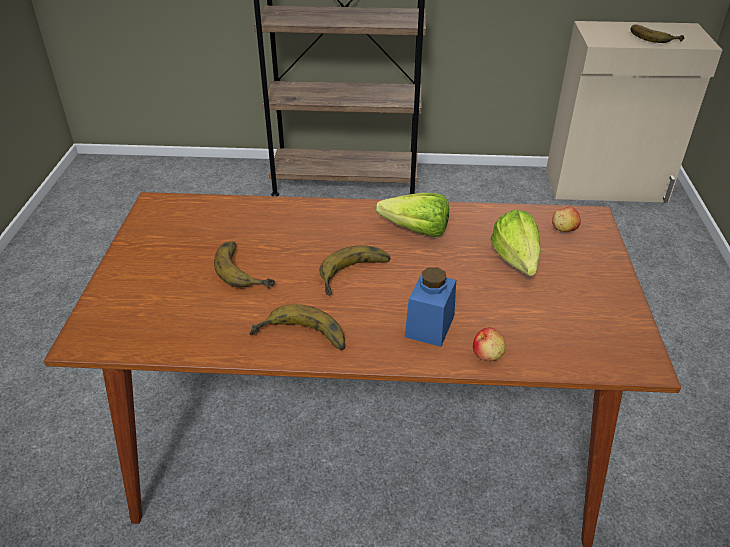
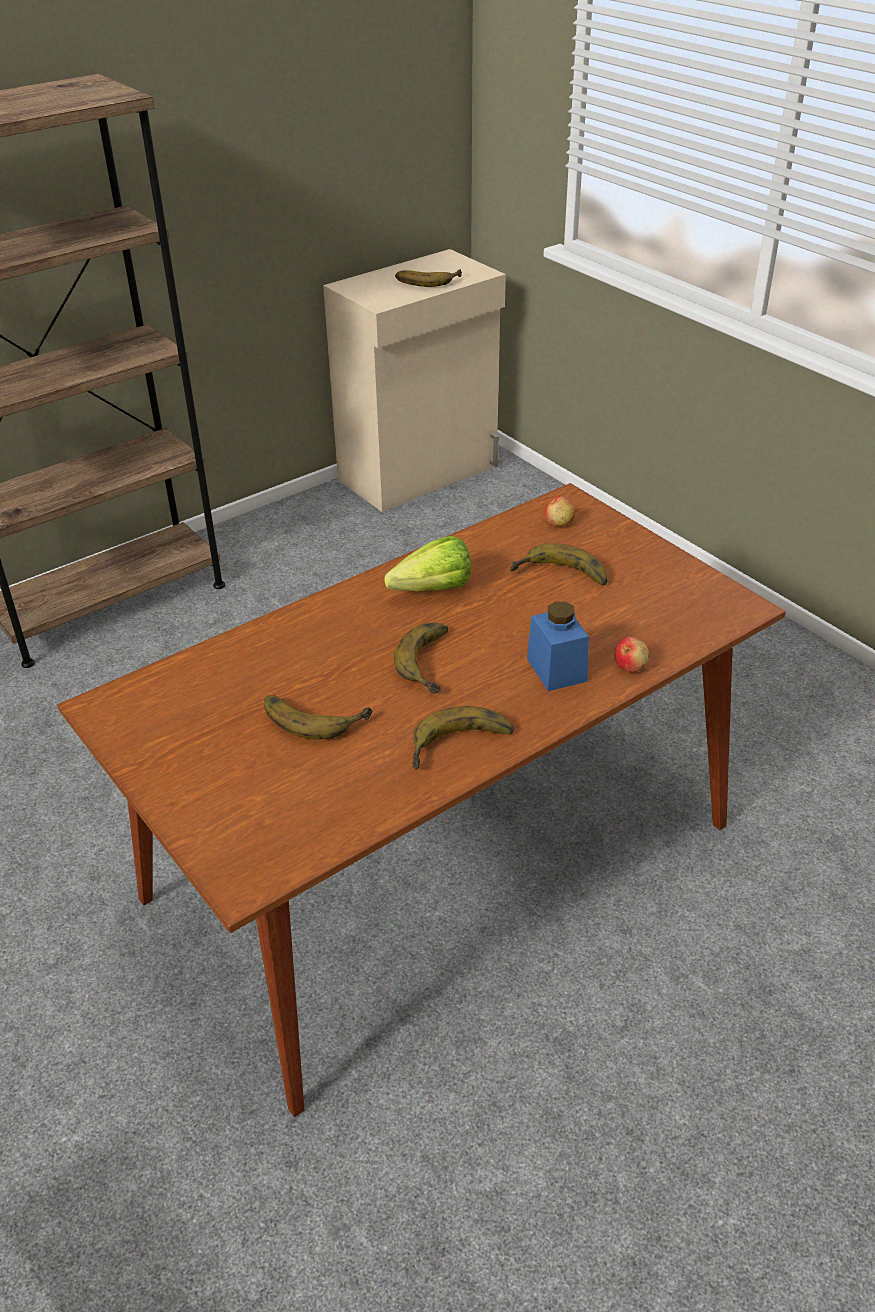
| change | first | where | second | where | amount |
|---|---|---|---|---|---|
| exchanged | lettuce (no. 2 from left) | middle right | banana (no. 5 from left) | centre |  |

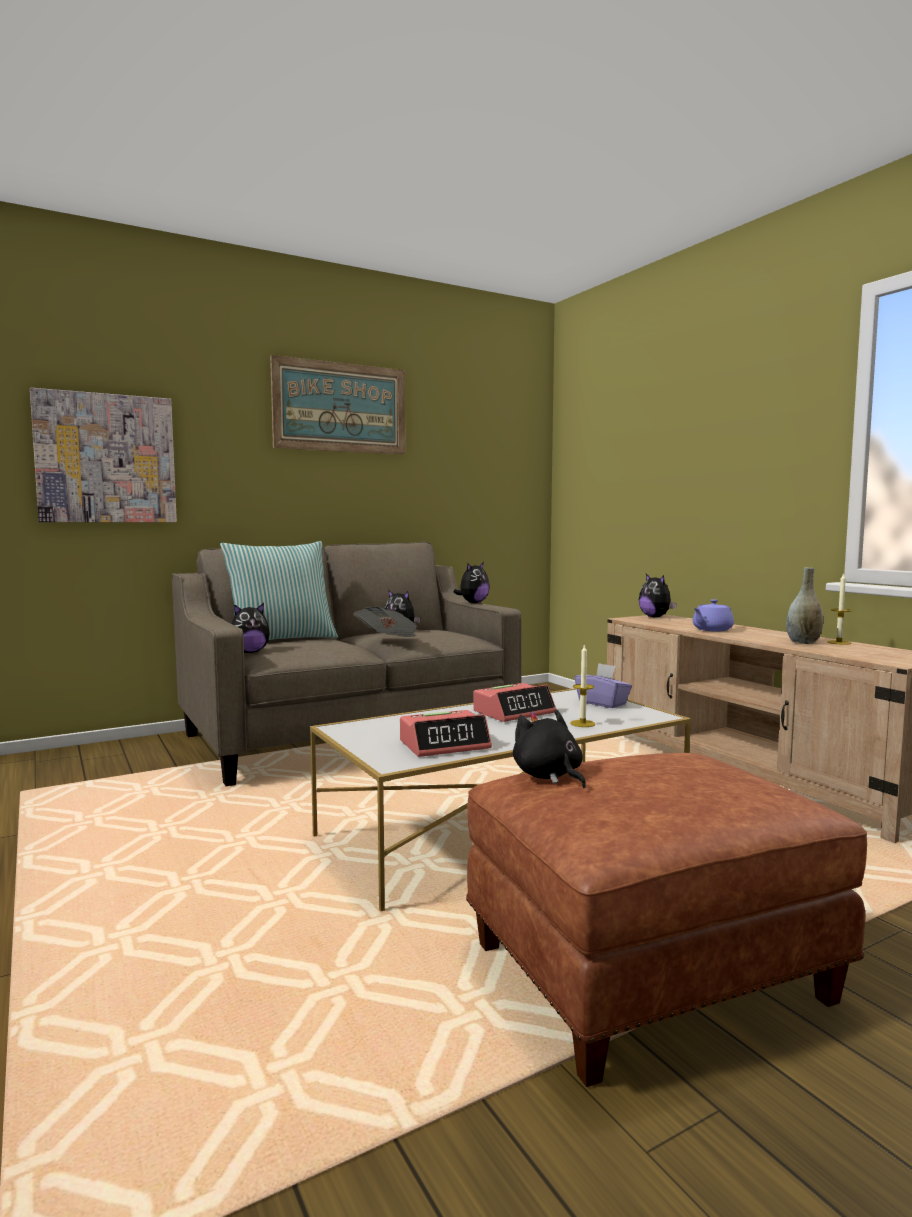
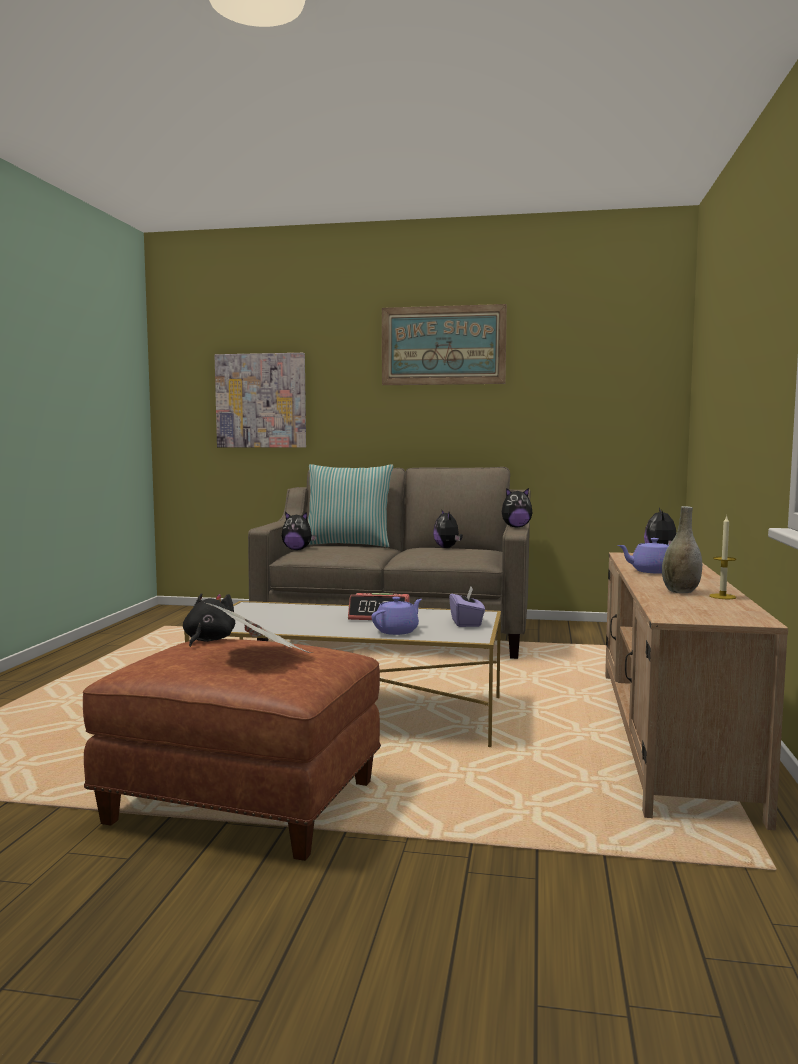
| change | first | where | second | where | amount |
|---|---|---|---|---|---|
| relocated | printed paper | centre |  | middle left |  |
| exchanged | wax light (no. 1 from left) | centre | teapot (purple) (no. 1 from left) | centre |  |
| missing | bedside clock (no. 1 from left) | centre |  |  |  |

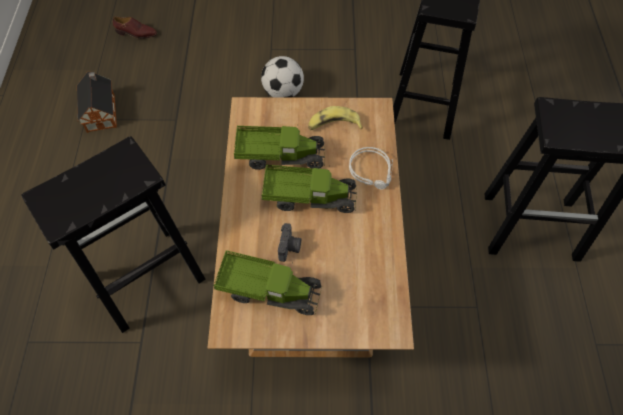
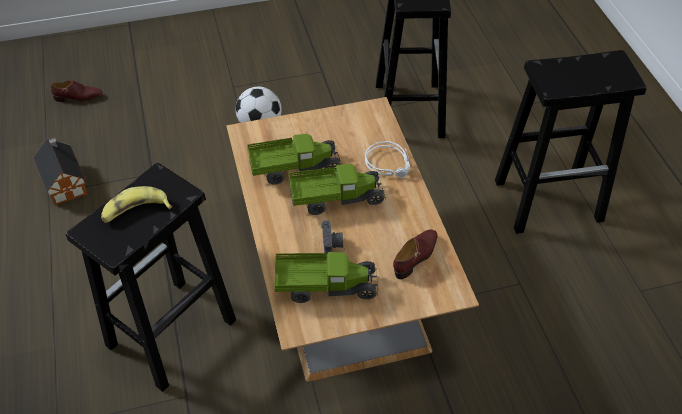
| change | first | where | second | where | amount |
|---|---|---|---|---|---|
| relocated | banana | top centre |  | middle left |  |
| appeared |  |  | low shoe (brown-coloured) (no. 2 from left) | centre |  |

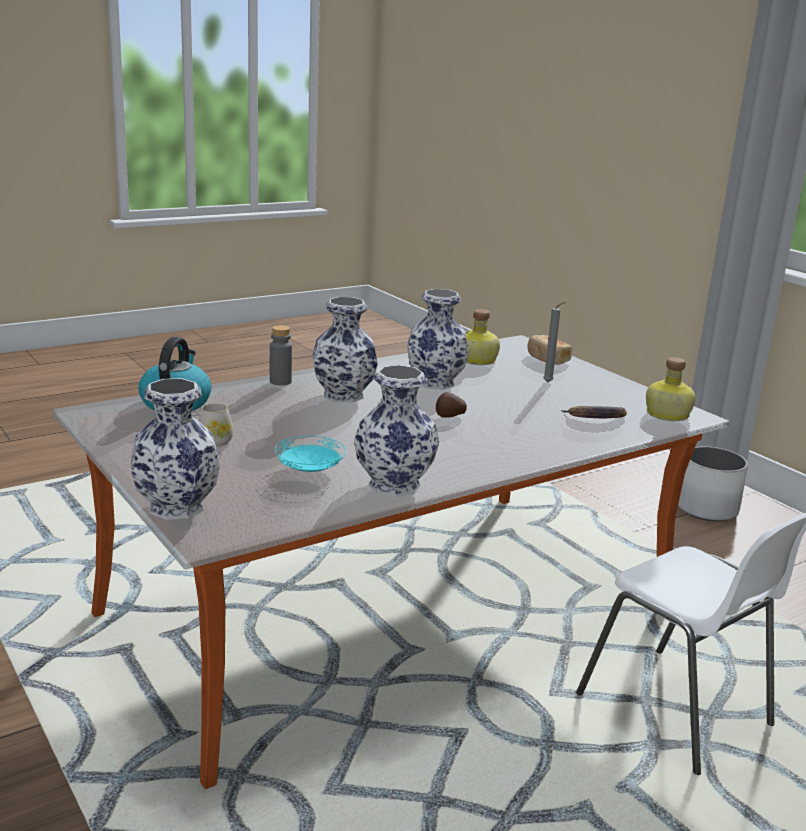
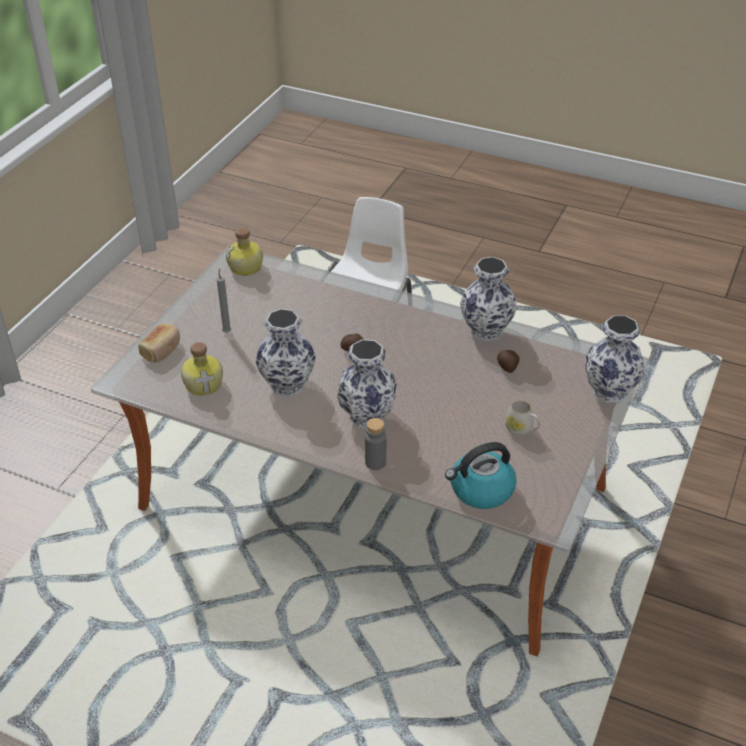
| change | first | where | second | where | amount |
|---|---|---|---|---|---|
| missing | banana | middle right |  |  |  |
| exchanged | flat dish (turquoise) | centre | spud (no. 2 from left) | middle right |  |
| missing | plant pot (whitish) | middle right |  |  |  |

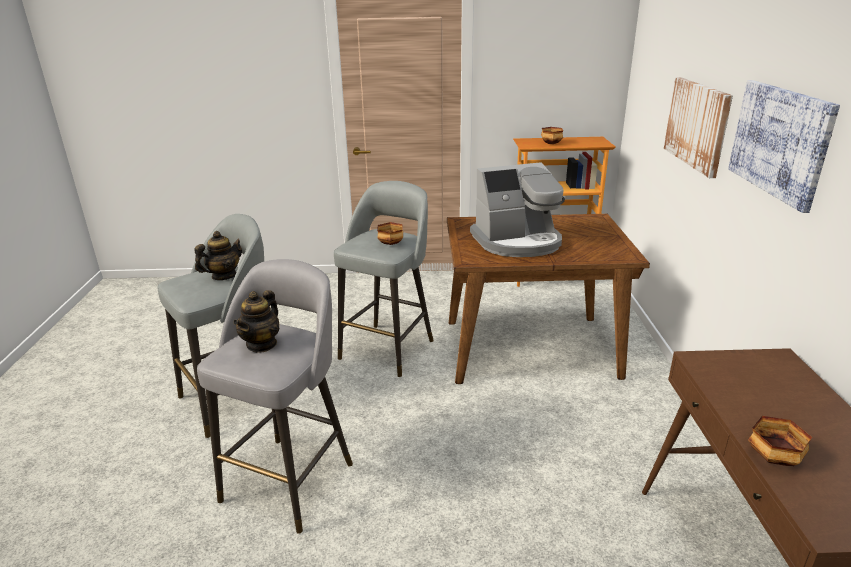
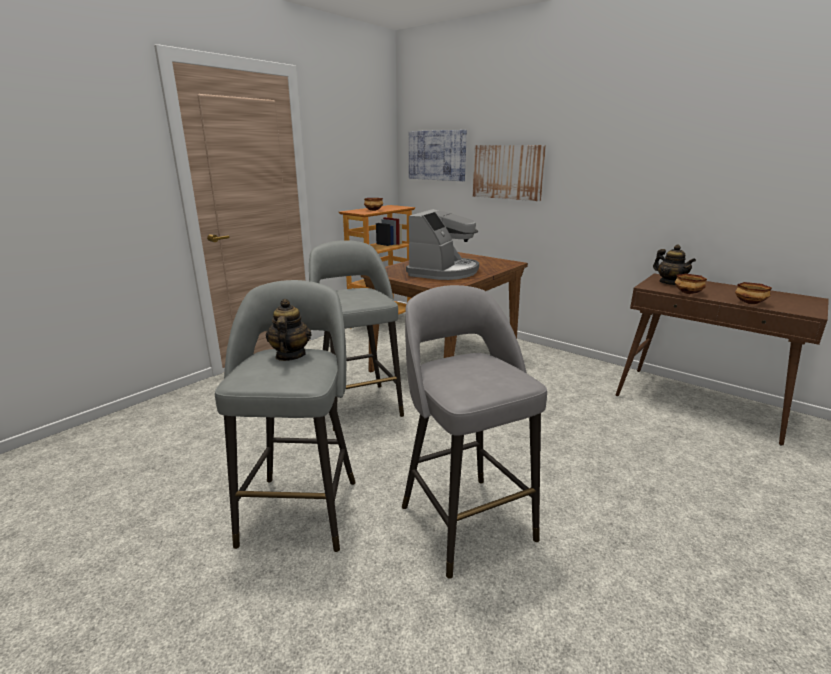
| change | first | where | second | where | amount |
|---|---|---|---|---|---|
| relocated | wall picture (no. 2 from left in the first image) | top right | wall picture (no. 1 from left) | top centre |  |
| relocated | serving bowl (no. 1 from left in the first image) | centre | serving bowl (no. 2 from left) | middle right |  |
| relocated | teapot (no. 2 from left) | middle left |  | middle right |  |

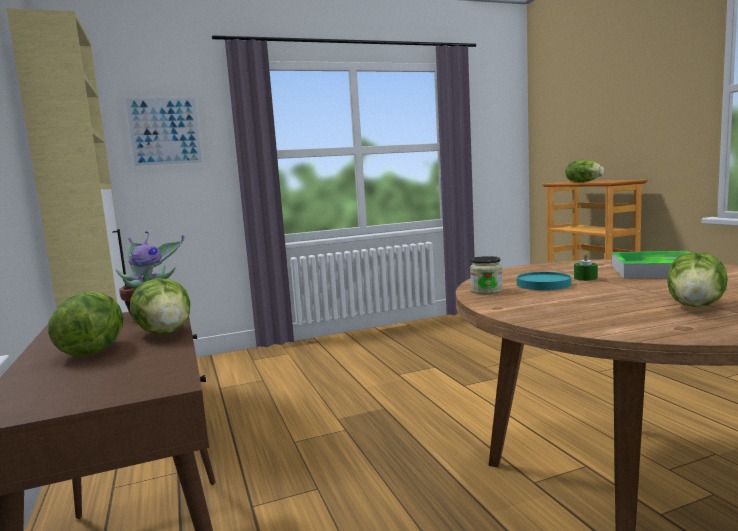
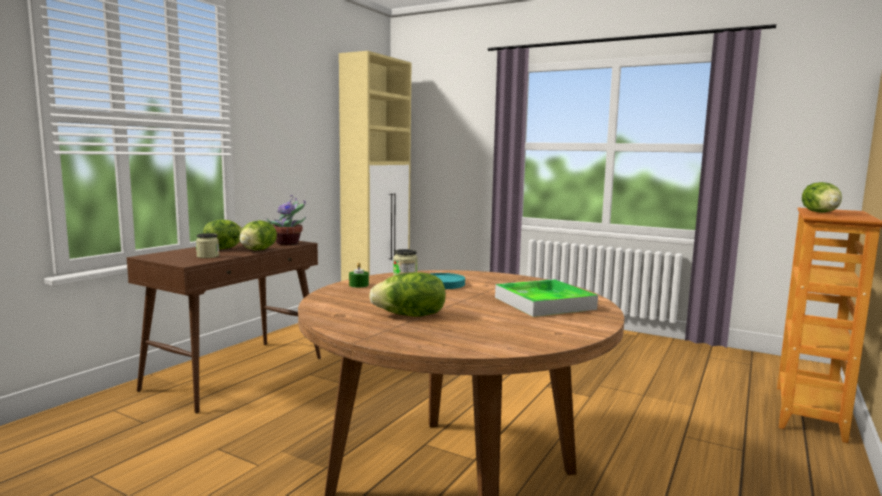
| change | first | where | second | where | amount |
|---|---|---|---|---|---|
| missing | wall picture | top left |  |  |  |
| relocated | wax light (greenish) | middle right |  | centre |  |
| appeared |  |  | storage jar (no. 1 from left) | middle left |  |

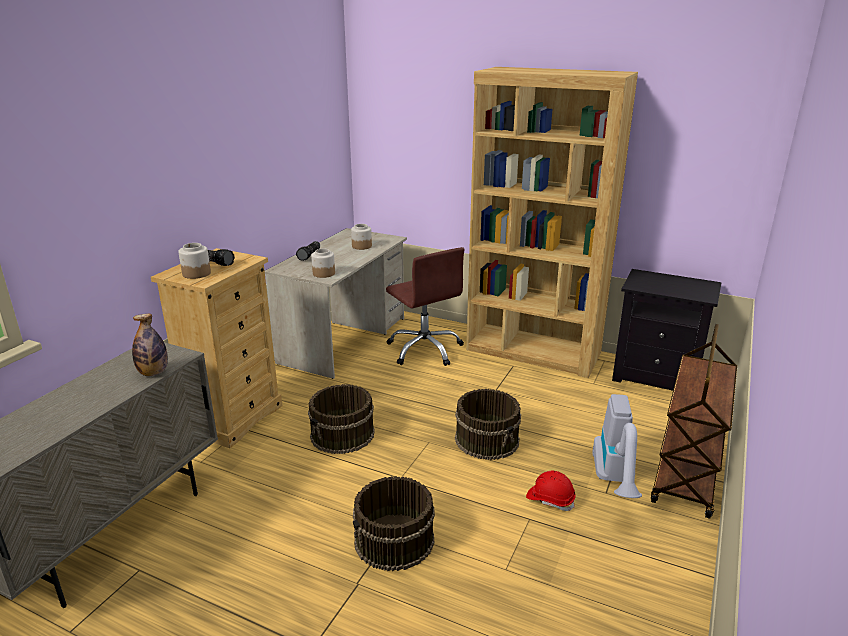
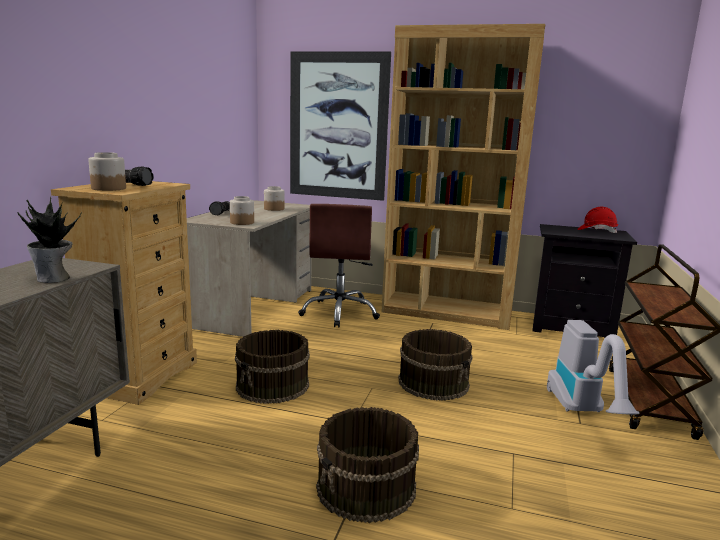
| change | first | where | second | where | amount |
|---|---|---|---|---|---|
| spun | computer chair (brown-coloured) | centre |  | centre | 45 degrees clockwise |
| exchanged | beverage bottle | middle left | houseplant | middle left |  |
| relocated | work helmet (red-coloured) | bottom centre |  | middle right |  |
| appeared |  |  | wall picture | top centre |  |

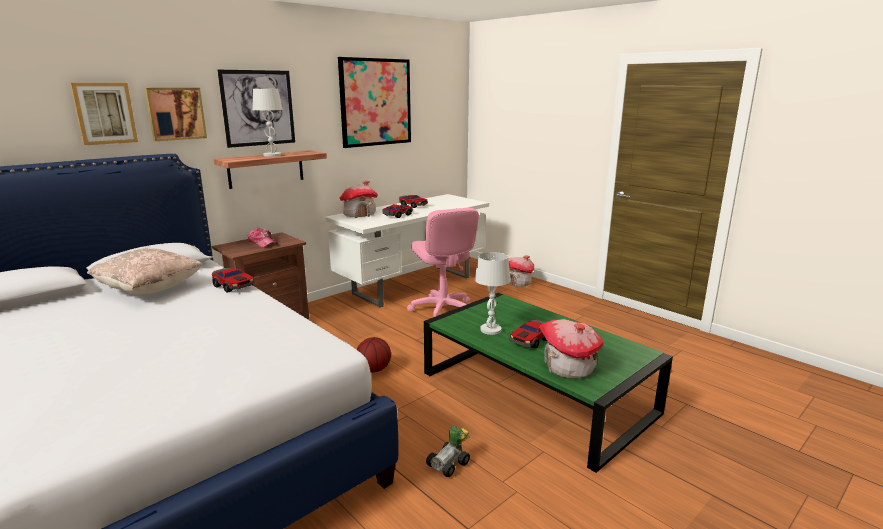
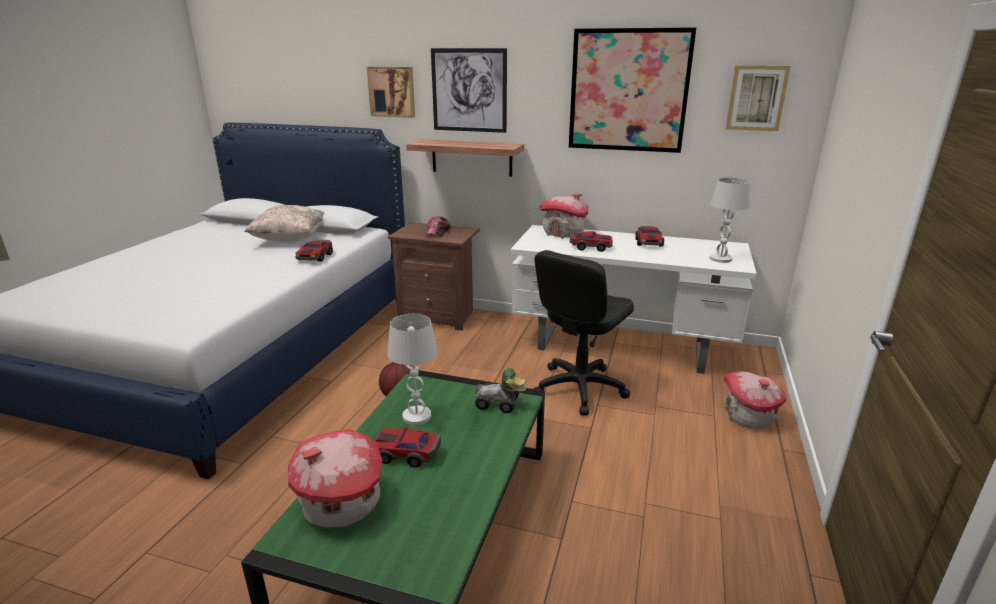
| change | first | where | second | where | amount |
|---|---|---|---|---|---|
| relocated | wall picture (no. 1 from left in the first image) | top left | wall picture (no. 4 from left) | top right |  |
| relocated | tabletop lamp (whitish) (no. 1 from left in the first image) | top left | tabletop lamp (whitish) (no. 2 from left) | middle right |  |
| colour | computer chair (pinkish) | centre | computer chair (black-coloured) | centre |  |
| relocated | miniature car (no. 4 from left in the first image) | bottom centre | miniature car (no. 3 from left) | centre |  |

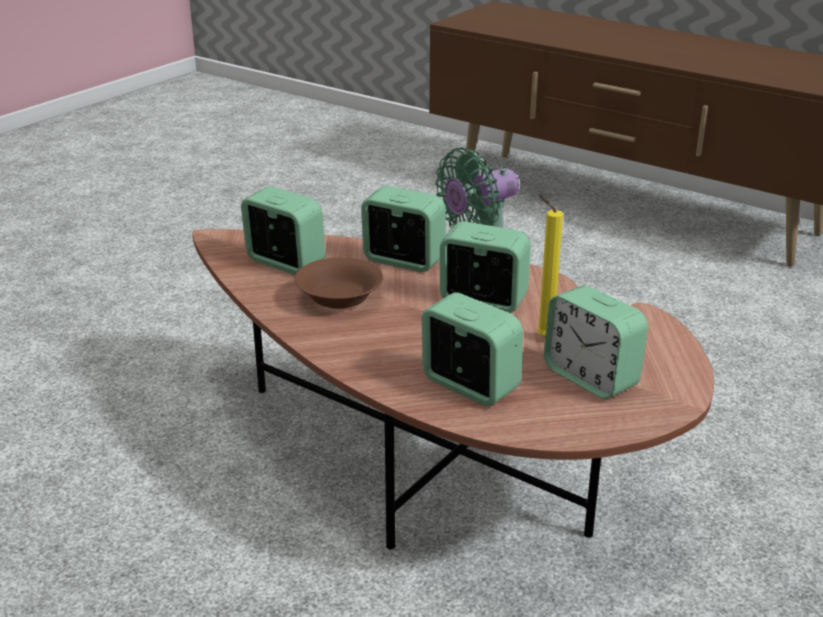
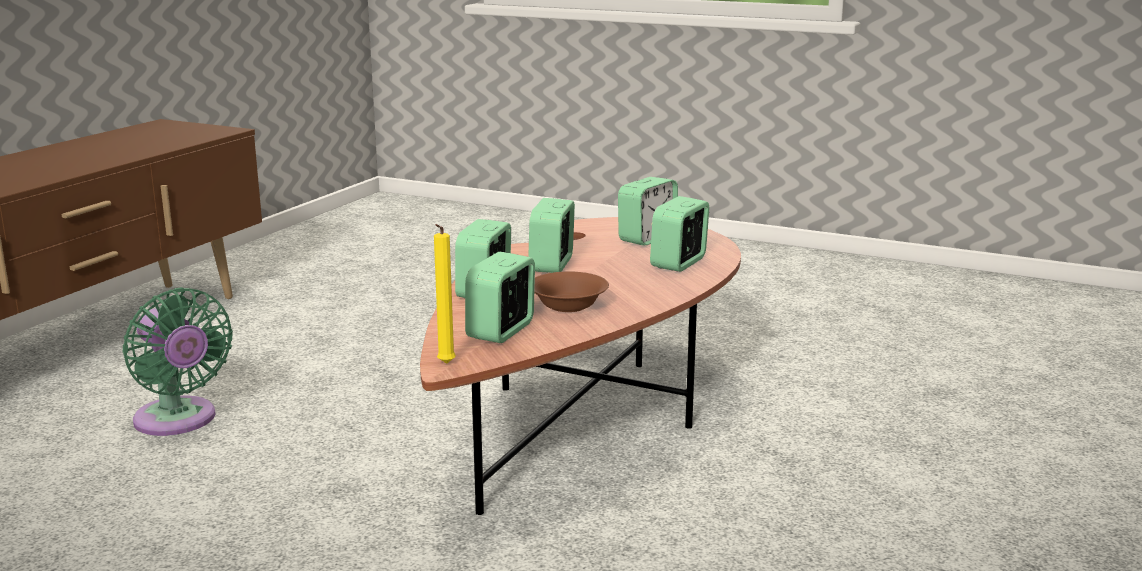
| change | first | where | second | where | amount |
|---|---|---|---|---|---|
| relocated | wax light (yellowish) | middle right |  | centre |  |

